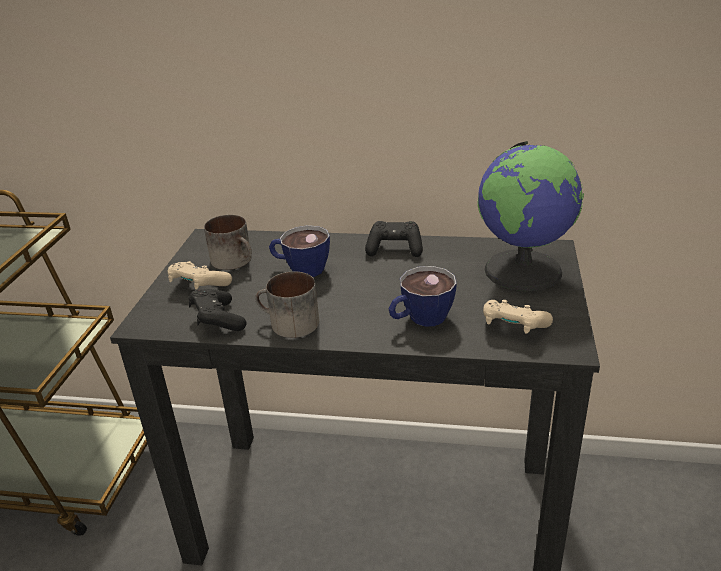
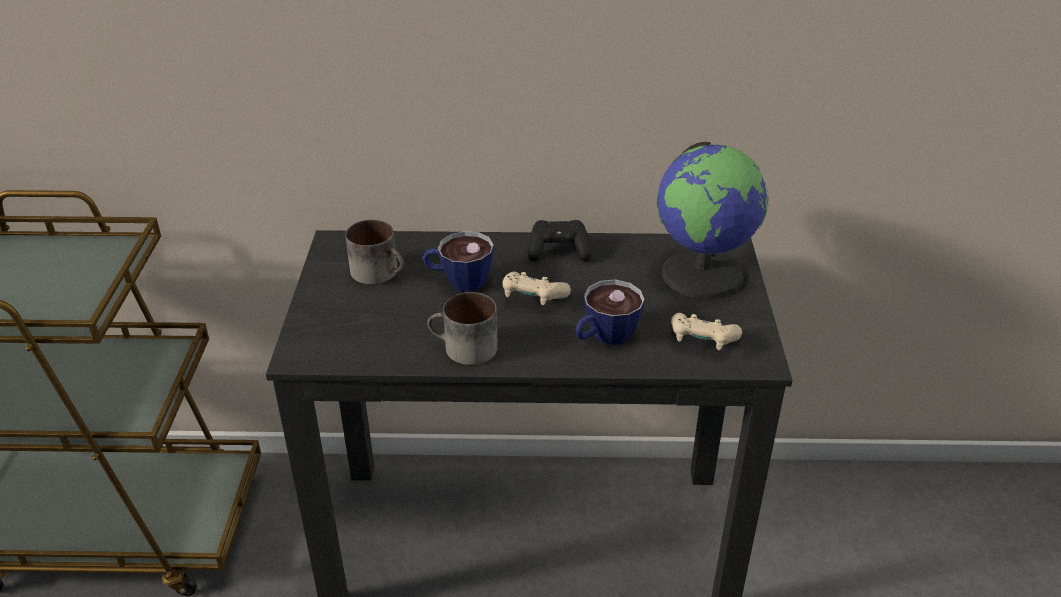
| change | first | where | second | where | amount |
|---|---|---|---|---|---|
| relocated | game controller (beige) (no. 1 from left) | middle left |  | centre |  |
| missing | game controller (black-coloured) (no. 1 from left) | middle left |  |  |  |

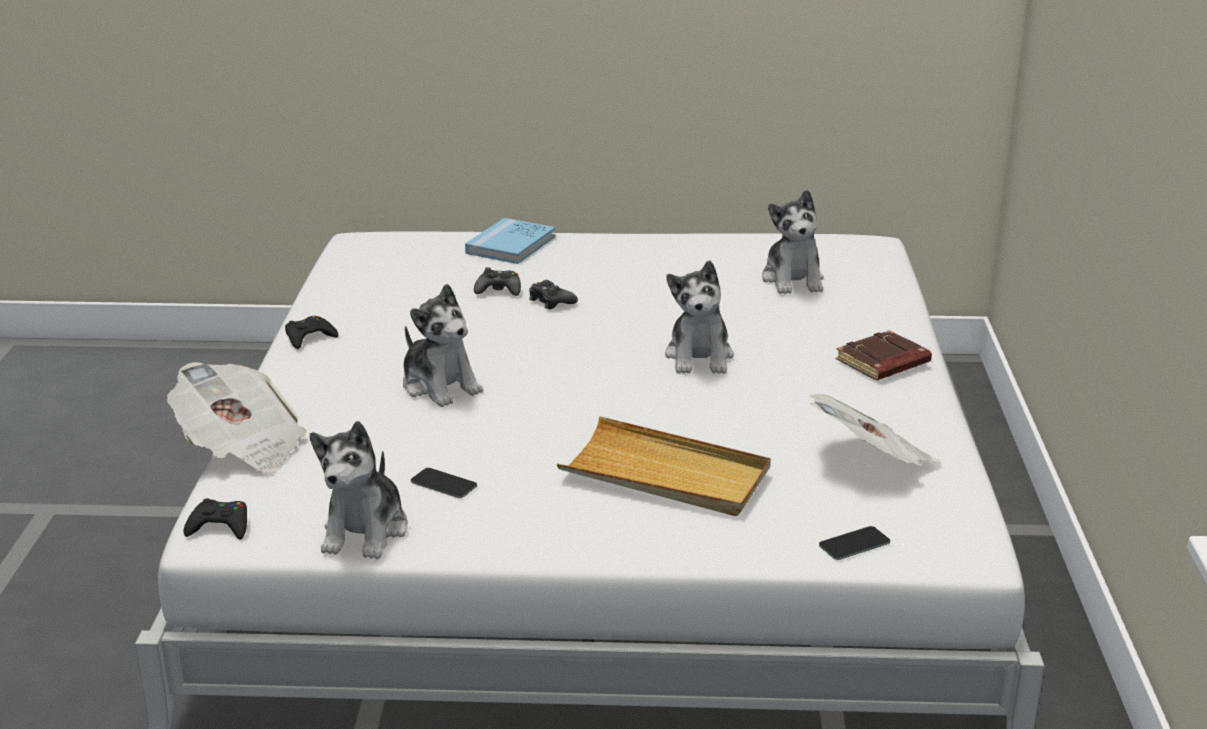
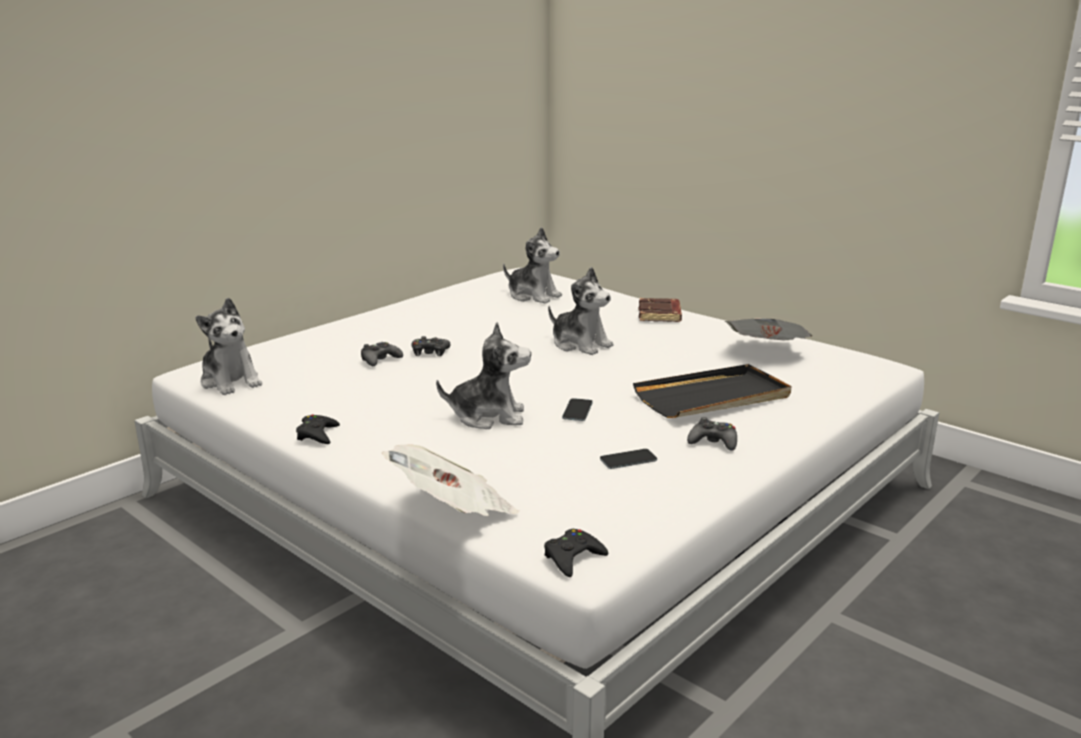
| change | first | where | second | where | amount |
|---|---|---|---|---|---|
| missing | volume (blue) | top centre |  |  |  |
| colour | tray (beige) | centre | tray (black-coloured) | centre |  |
| relocated | soft toy (no. 1 from left) | bottom left |  | middle left |  |
| relocated | phone (no. 2 from left in the first image) | bottom right | phone (no. 1 from left) | centre |  |
| appeared |  |  | game controller (black-coloured) (no. 5 from left) | centre |  |

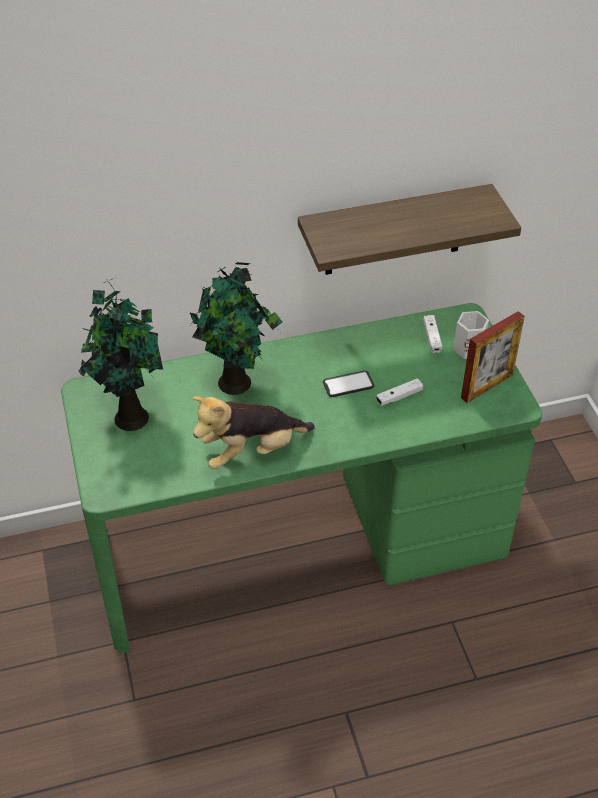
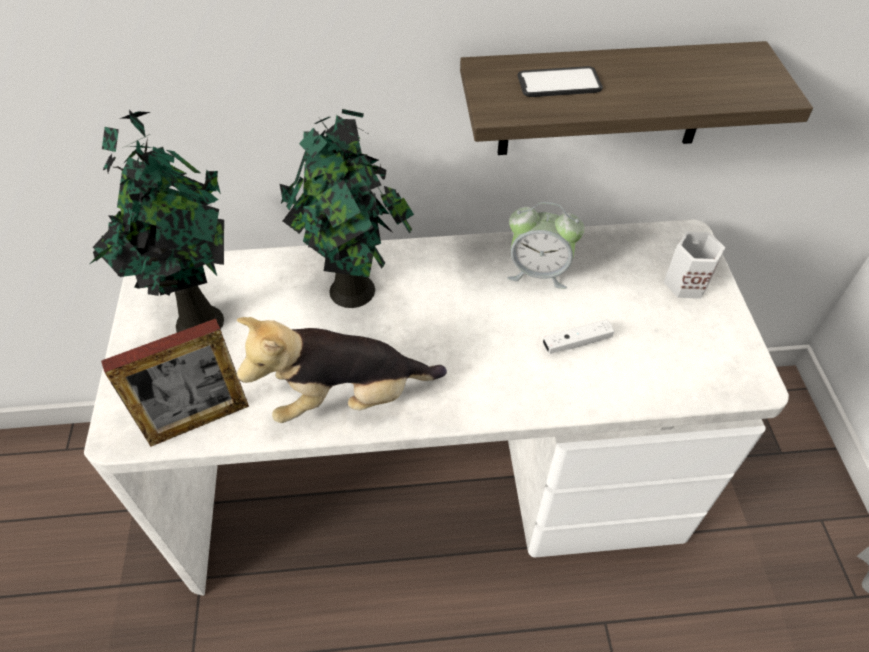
| change | first | where | second | where | amount |
|---|---|---|---|---|---|
| colour | desk table (greenish) | centre | desk table (whitish) | centre |  |
| relocated | picture frame | middle right |  | middle left |  |
| missing | game controller (whitish) (no. 2 from left) | middle right |  |  |  |
| relocated | phone | centre |  | top centre |  |
| appeared |  |  | bedside clock | centre |  |

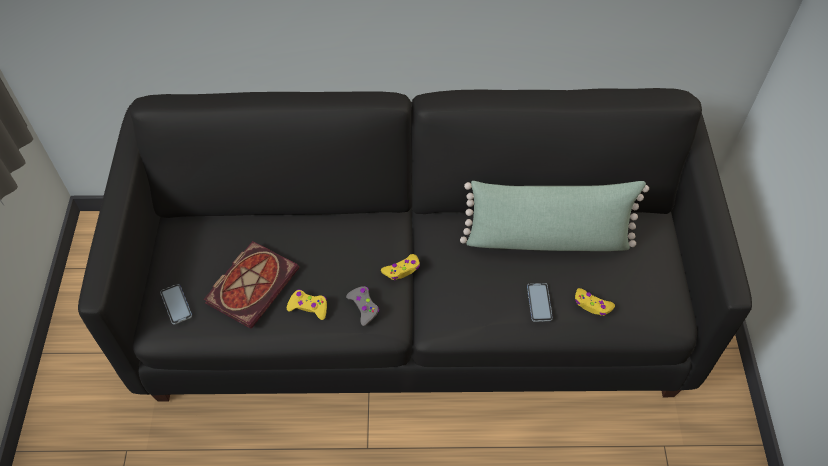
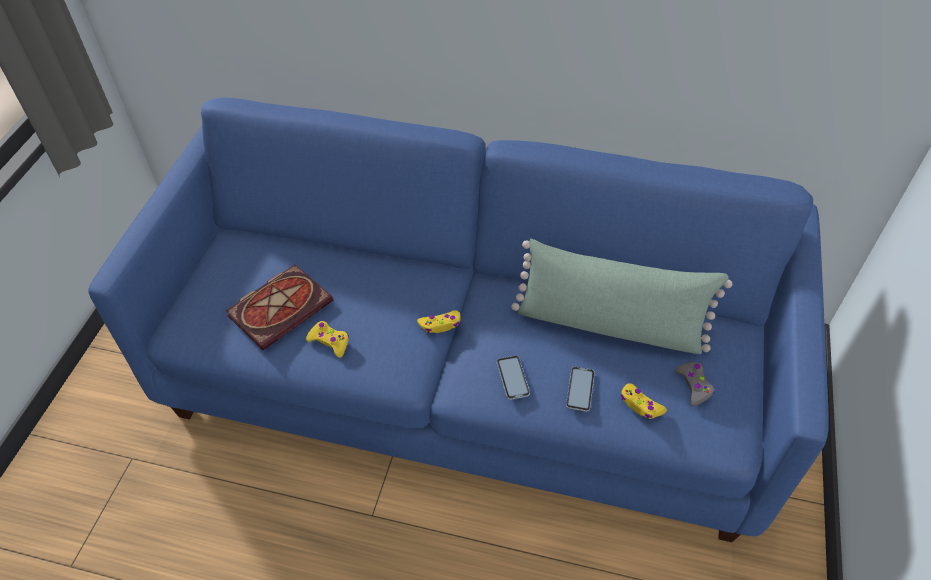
| change | first | where | second | where | amount |
|---|---|---|---|---|---|
| colour | sofa (black-coloured) | centre | sofa (blue) | centre |  |
| relocated | phone (no. 1 from left) | middle left |  | centre |  |
| relocated | game controller (grey) | centre |  | middle right |  |

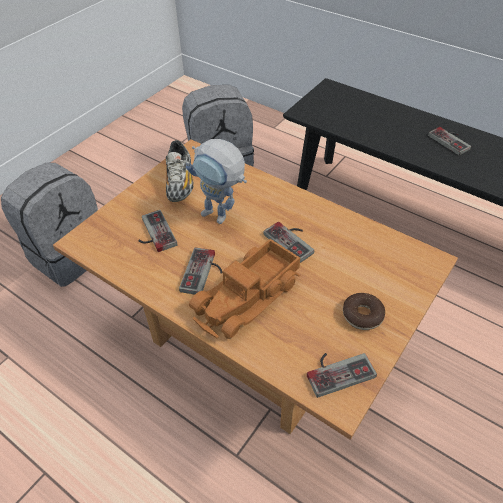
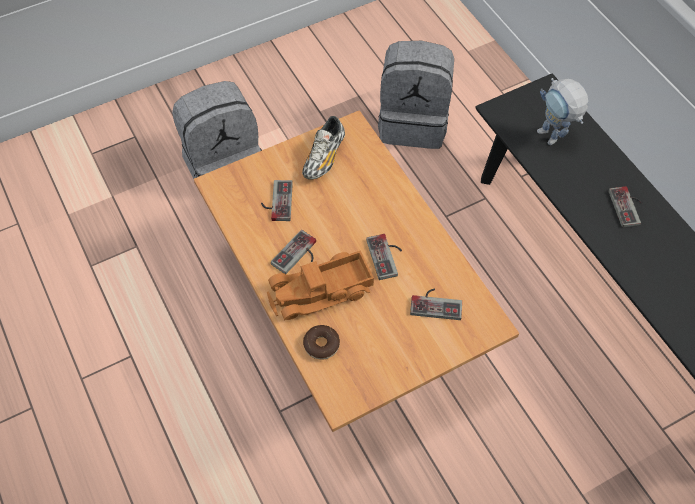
| change | first | where | second | where | amount |
|---|---|---|---|---|---|
| relocated | robot figure | centre |  | top right |  |
| relocated | donut | middle right |  | bottom centre |  |
| relocated | game controller (no. 4 from left) | bottom right |  | centre |  |

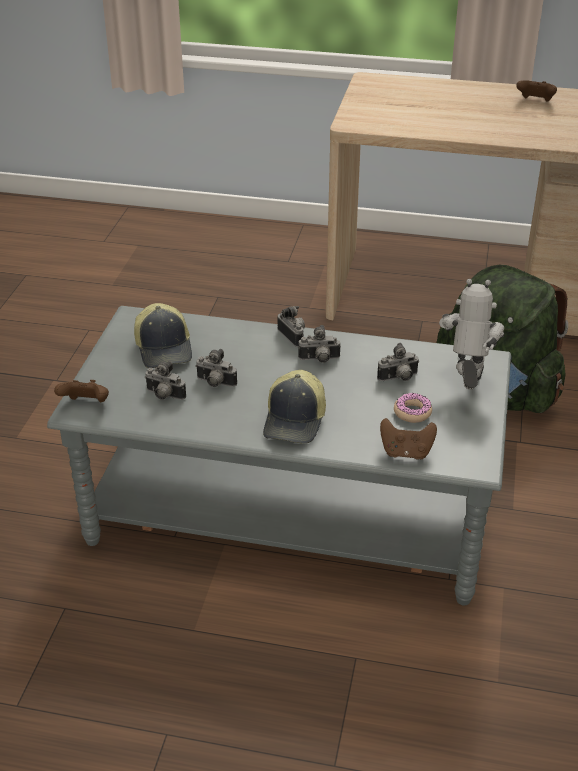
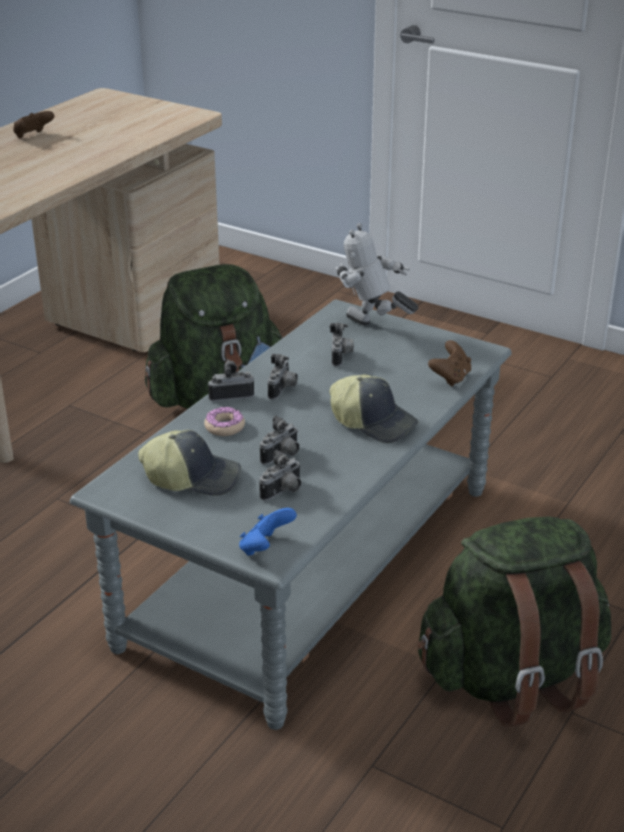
| change | first | where | second | where | amount |
|---|---|---|---|---|---|
| colour | game controller (brown-coloured) (no. 1 from left) | middle left | game controller (blue) | centre |  |
| relocated | donut | middle right |  | centre |  |
| appeared |  |  | rucksack (greenish) (no. 2 from left) | bottom right |  |

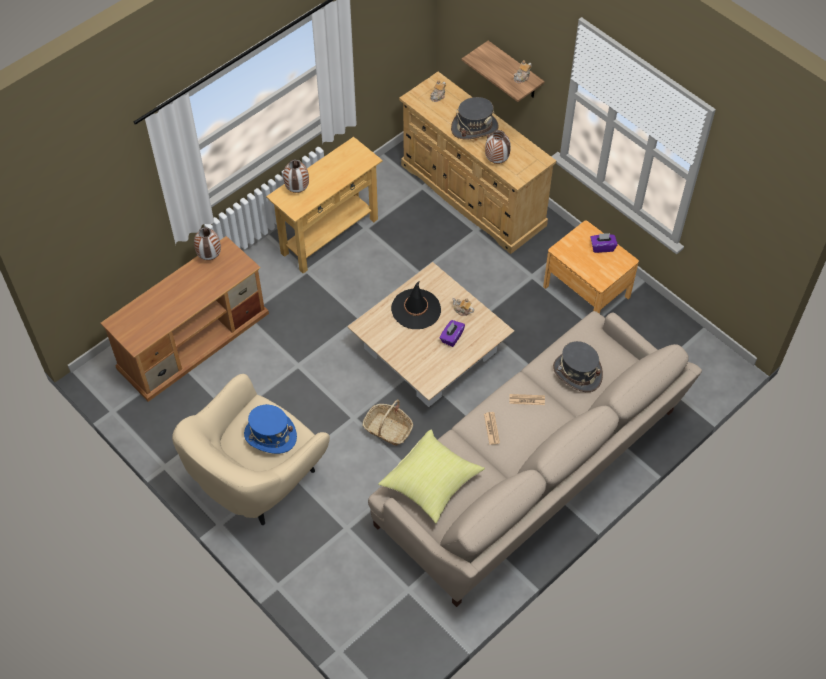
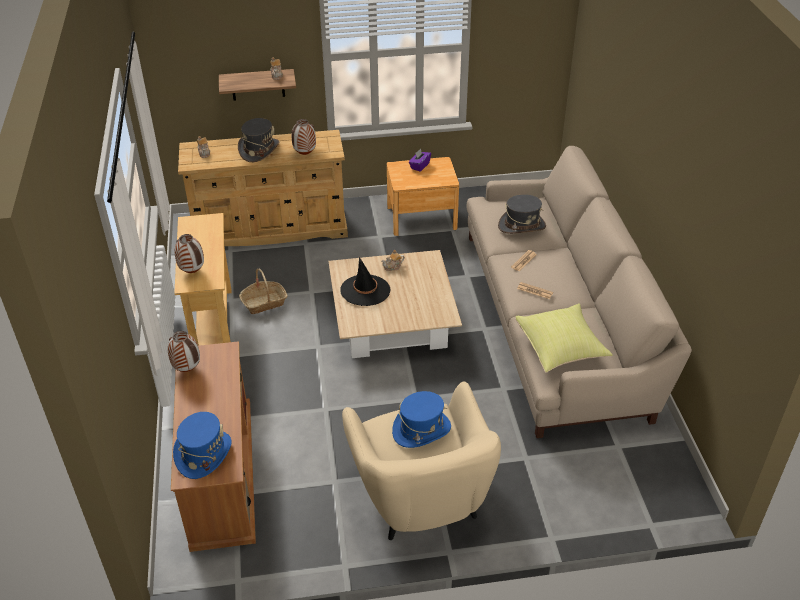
| change | first | where | second | where | amount |
|---|---|---|---|---|---|
| missing | box of tissues (purple) (no. 1 from left) | centre |  |  |  |
| relocated | basket | centre |  | middle left |  |
| appeared |  |  | clothing hat (blue) (no. 1 from left) | bottom left |  |

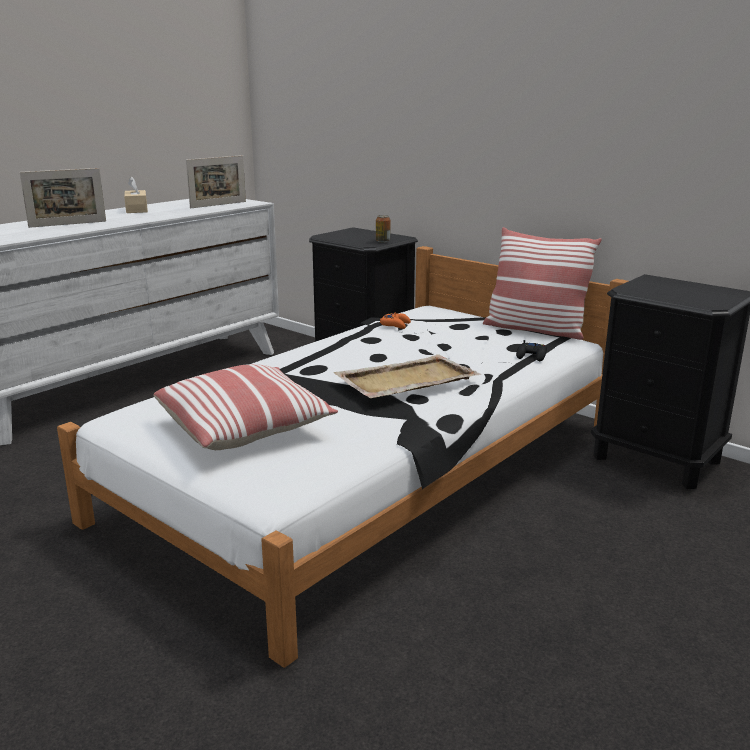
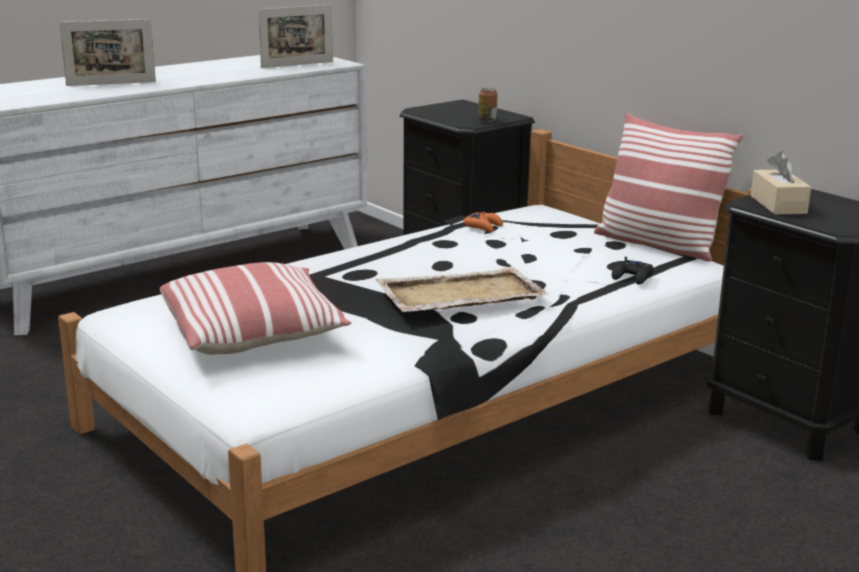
| change | first | where | second | where | amount |
|---|---|---|---|---|---|
| relocated | box of tissues (beige) | top left |  | top right |  |

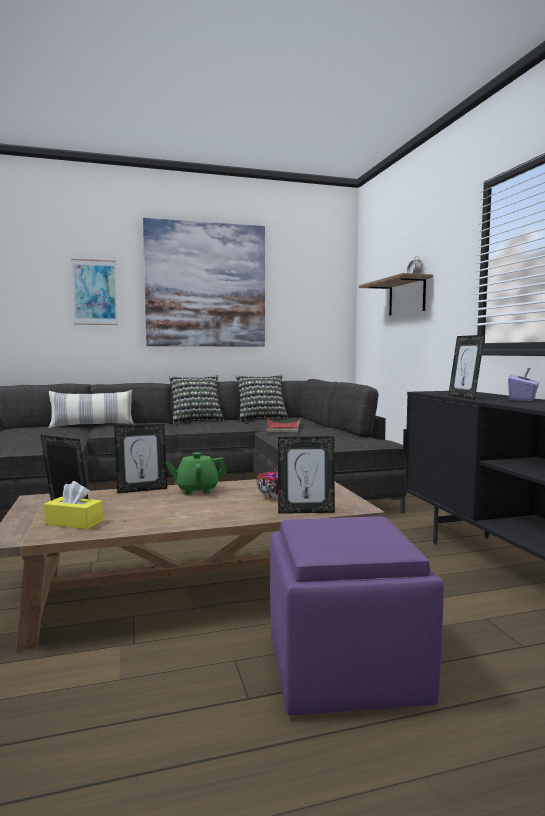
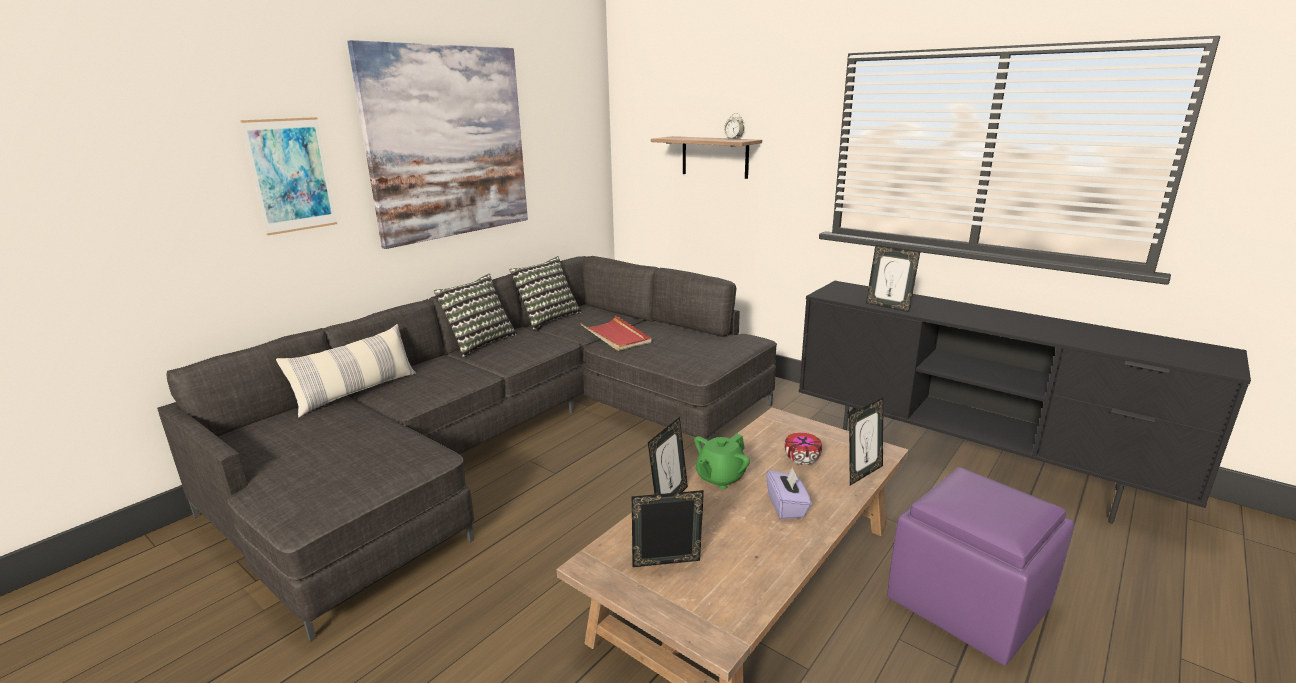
| change | first | where | second | where | amount |
|---|---|---|---|---|---|
| relocated | box of tissues (purple) | middle right |  | bottom centre |  |
| missing | box of tissues (yellowish) | middle left |  |  |  |

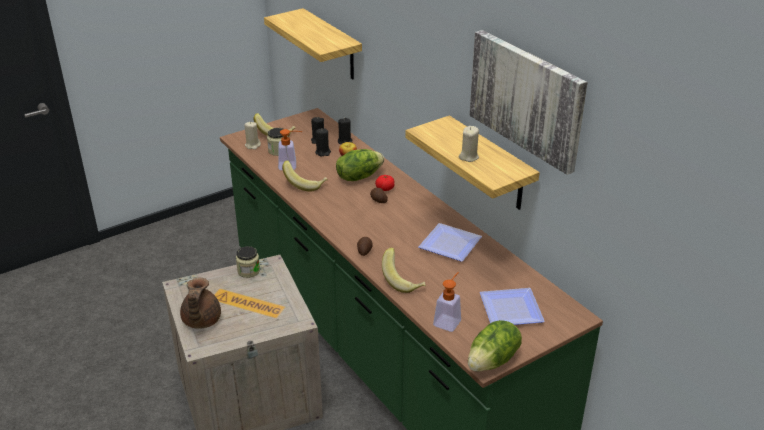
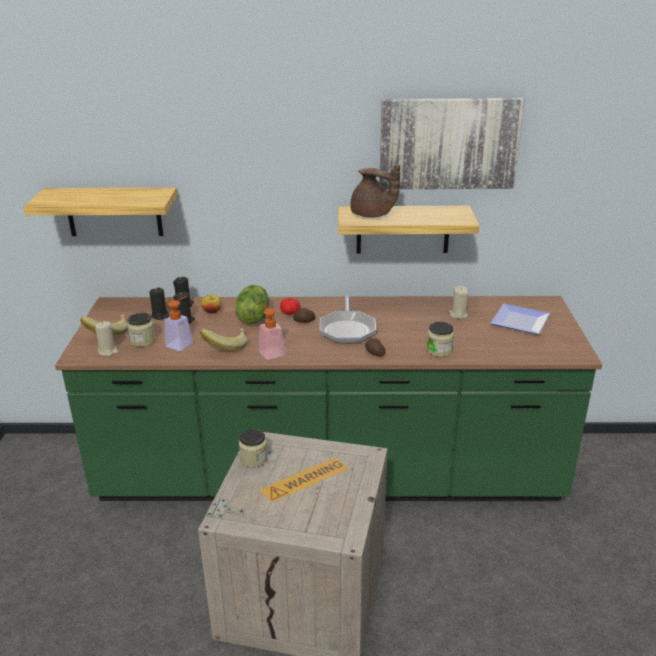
| change | first | where | second | where | amount |
|---|---|---|---|---|---|
| relocated | wax light (beige) (no. 2 from left) | centre |  | middle right |  |
| missing | flat dish (no. 1 from left) | centre |  |  |  |
| exchanged | banana (no. 3 from left) | centre | storage jar (no. 3 from left) | middle right |  |
| relocated | soap dispenser (no. 2 from left) | bottom centre |  | centre |  |
| relocated | teapot (brown-coloured) | bottom left |  | top centre |  |
| missing | lettuce (no. 2 from left) | bottom centre |  |  |  |
| appeared |  |  | frying pan | centre |  |

